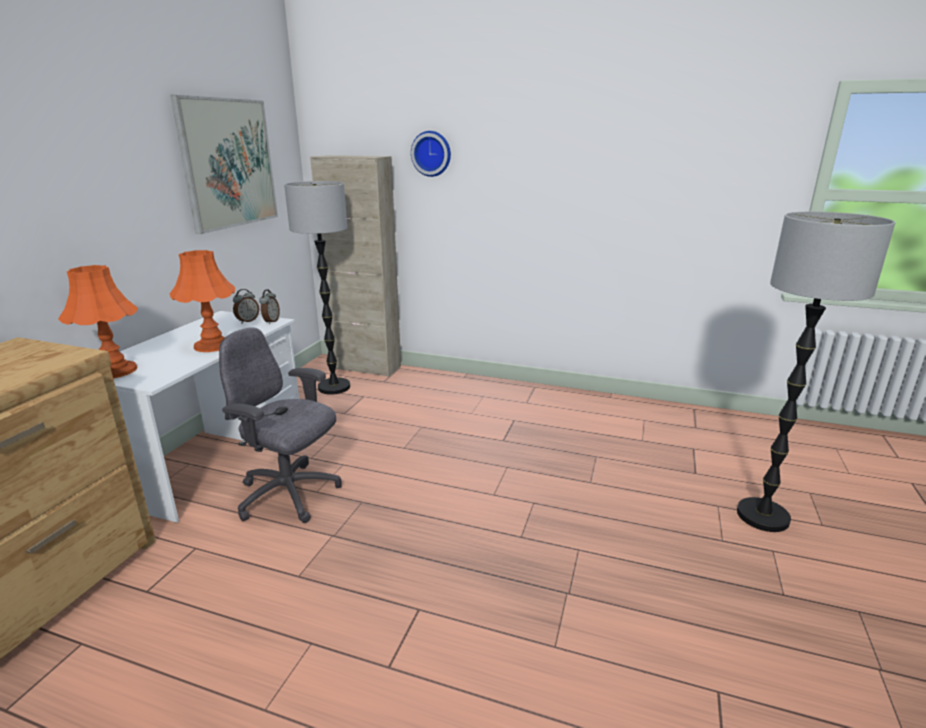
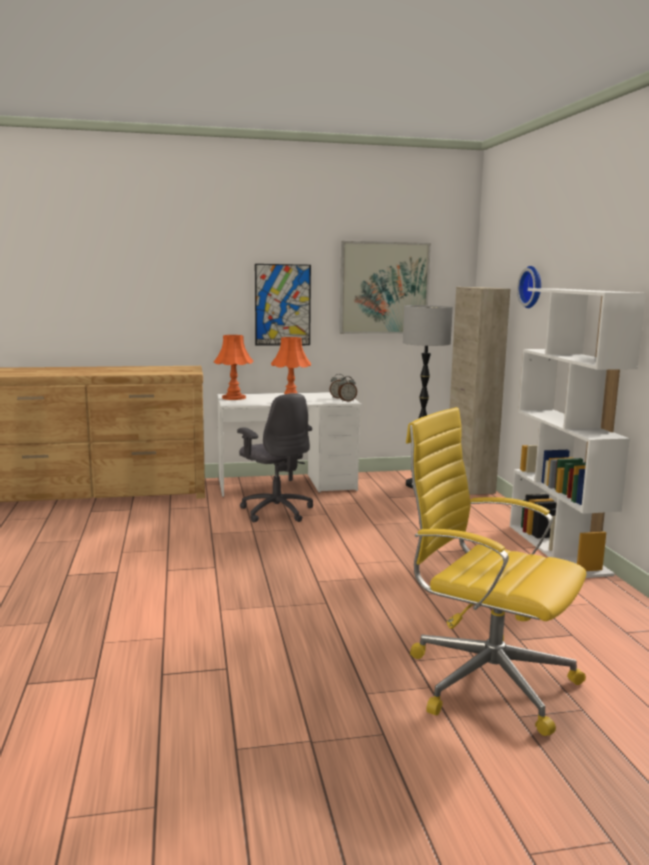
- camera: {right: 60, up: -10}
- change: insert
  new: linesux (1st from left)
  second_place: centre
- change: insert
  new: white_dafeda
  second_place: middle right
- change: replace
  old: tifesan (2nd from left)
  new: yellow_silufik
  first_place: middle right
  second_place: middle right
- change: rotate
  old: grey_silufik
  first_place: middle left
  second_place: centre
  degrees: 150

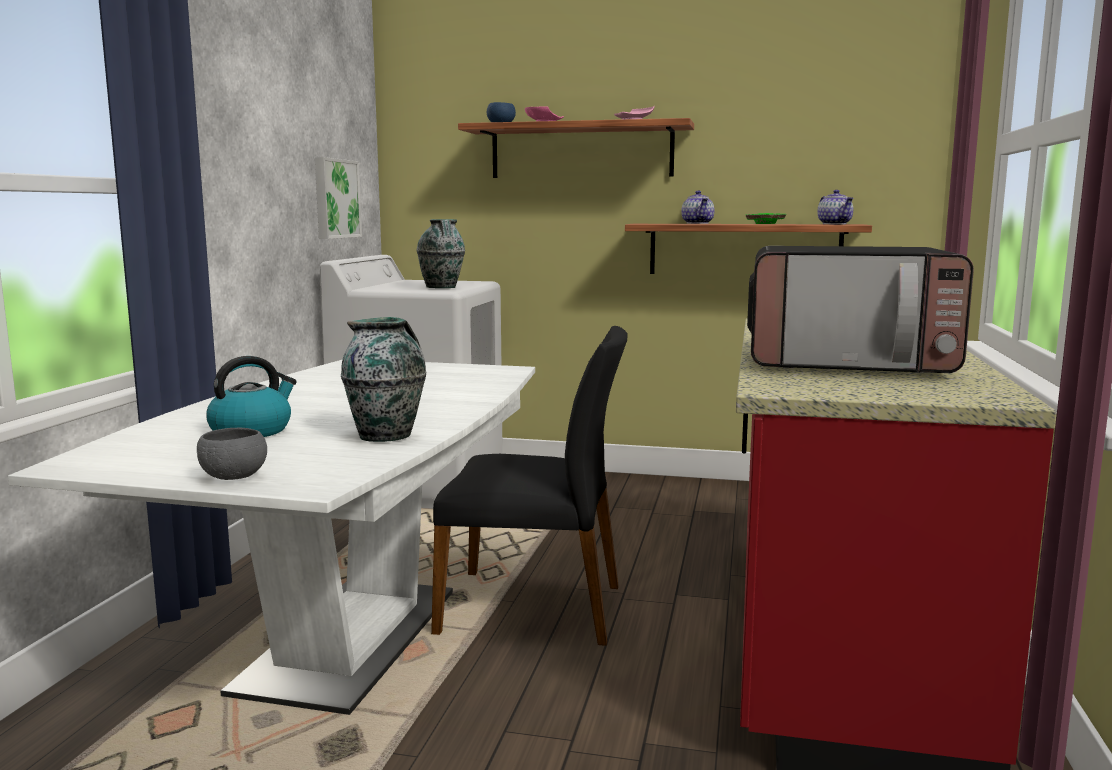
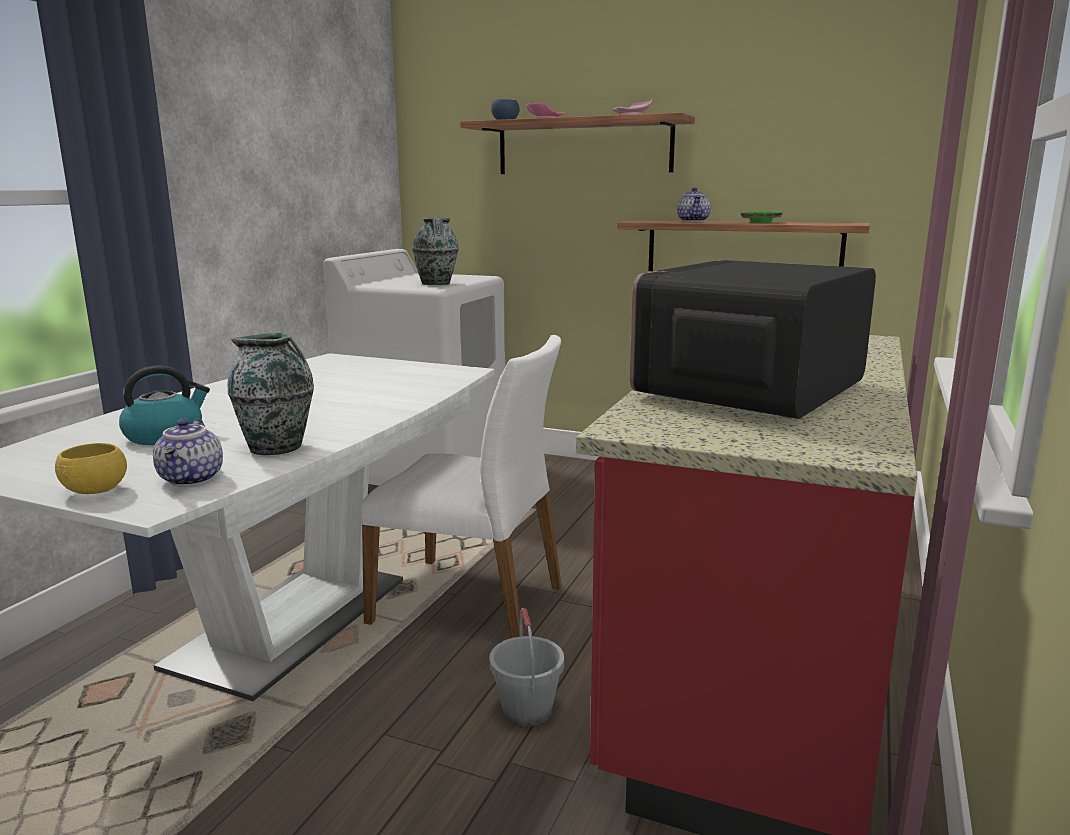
- camera: {right: 10, up: 5}
- change: delete
  old: linesux
  first_place: top left
- change: insert
  new: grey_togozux
  second_place: bottom centre
- change: move
  old: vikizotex (2nd from left in the first image)
  new: vikizotex (1st from left)
  first_place: top right
  second_place: middle left
- change: recolor
  old: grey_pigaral
  new: yellow_pigaral
  first_place: middle left
  second_place: middle left
- change: recolor
  old: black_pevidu
  new: white_pevidu
  first_place: centre
  second_place: centre
- change: rotate
  old: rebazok
  first_place: middle right
  second_place: middle right
  degrees: 105

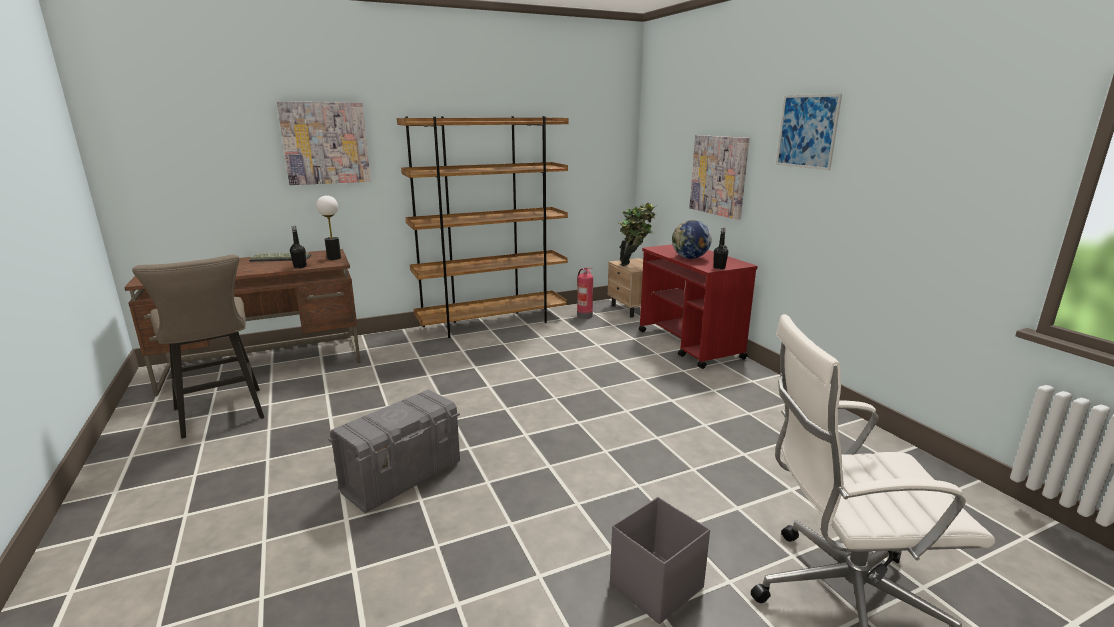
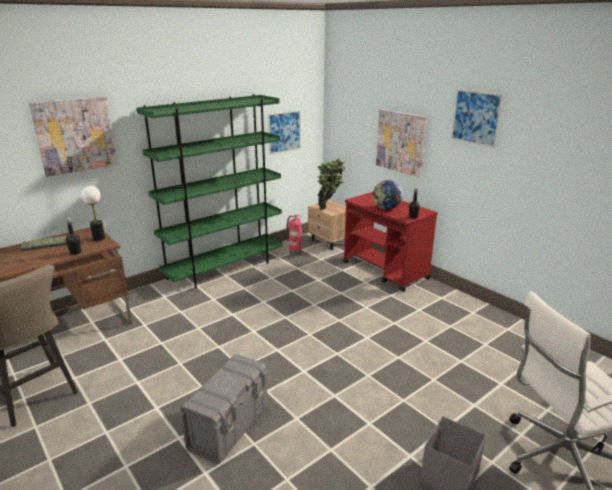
- camera: {right: -15, up: 5}
- change: insert
  new: linesux (2nd from left)
  second_place: top centre
- change: recolor
  old: brown_dafeda
  new: green_dafeda
  first_place: centre
  second_place: centre

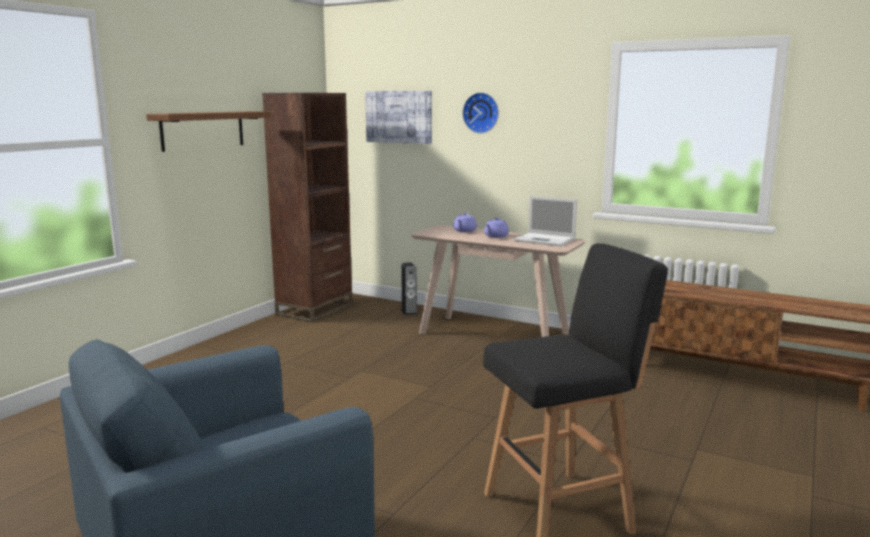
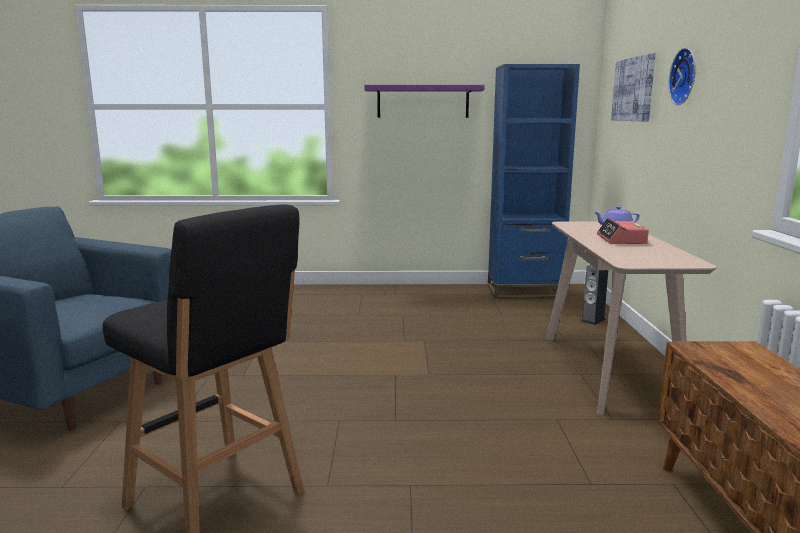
- camera: {right: 60, up: 0}
- change: delete
  old: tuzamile
  first_place: centre
- change: replace
  old: purple_vikizotex (2nd from left)
  new: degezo
  first_place: centre
  second_place: middle right
- change: recolor
  old: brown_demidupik
  new: purple_demidupik
  first_place: top left
  second_place: top centre
- change: recolor
  old: brown_dafeda
  new: blue_dafeda
  first_place: centre
  second_place: middle right

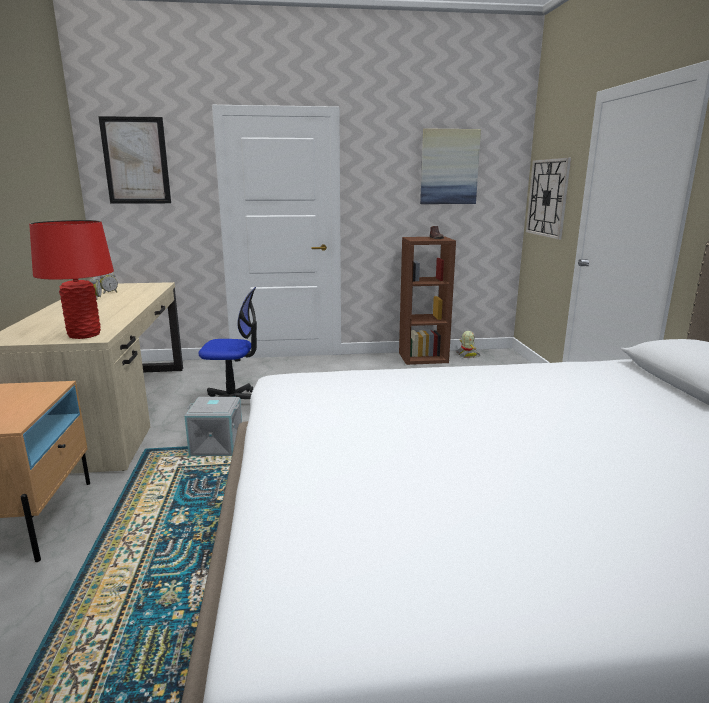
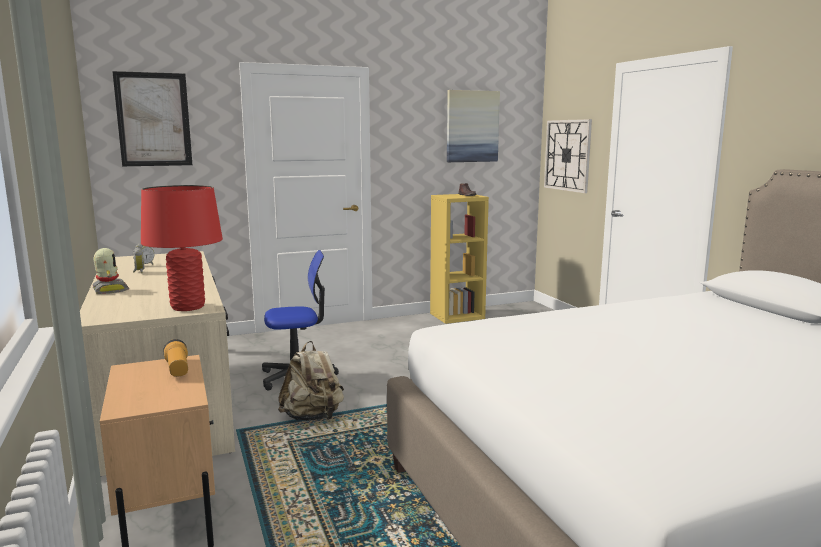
- camera: {right: -15, up: -5}
- change: insert
  new: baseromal
  second_place: middle left
- change: move
  old: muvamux
  first_place: centre
  second_place: middle left
- change: replace
  old: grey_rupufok
  new: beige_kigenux
  first_place: middle left
  second_place: bottom centre
- change: recolor
  old: brown_dafeda
  new: yellow_dafeda
  first_place: centre
  second_place: centre

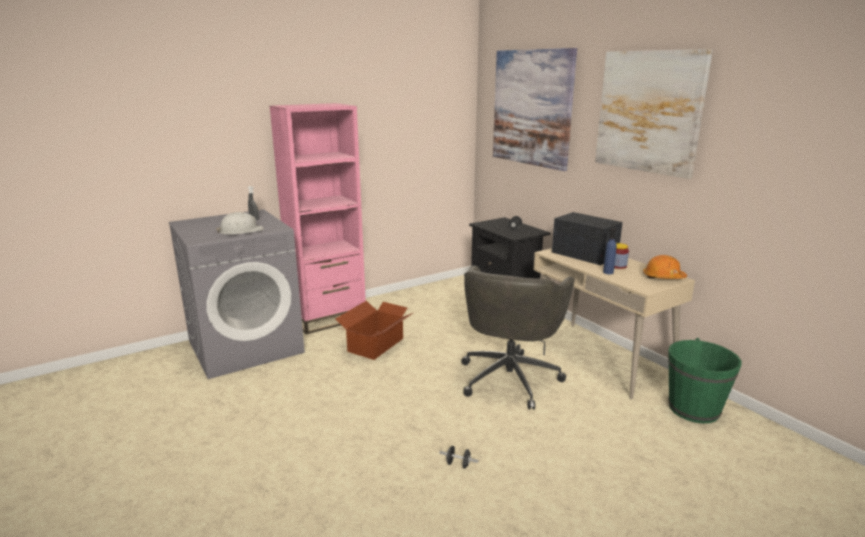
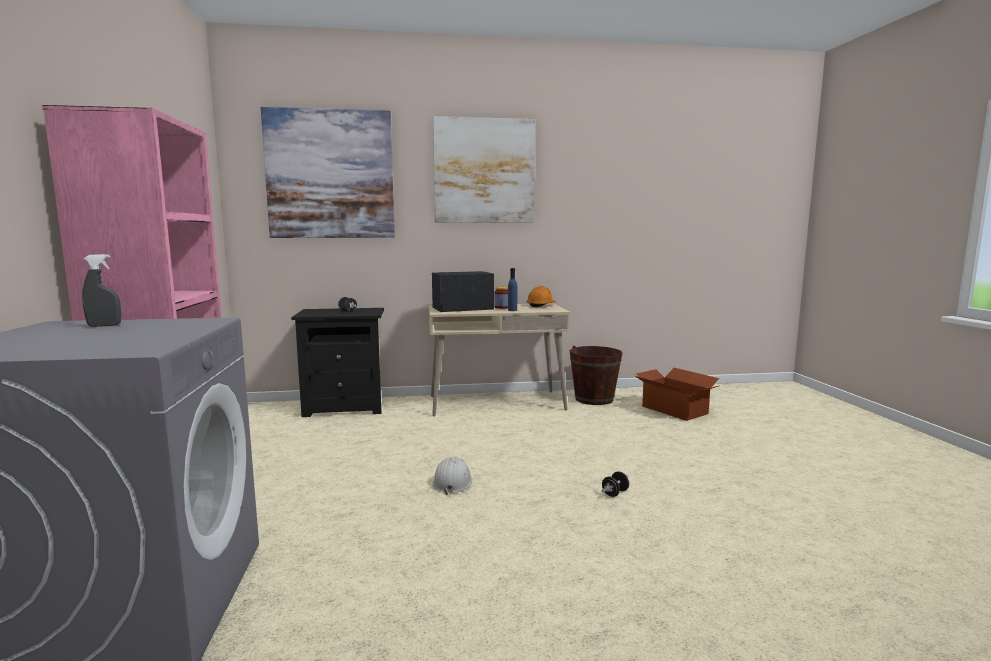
- camera: {right: -65, up: -10}
- change: delete
  old: grey_silufik
  first_place: centre
- change: move
  old: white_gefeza
  first_place: middle left
  second_place: bottom centre
- change: move
  old: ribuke
  first_place: centre
  second_place: middle right
- change: recolor
  old: green_togozux
  new: brown_togozux
  first_place: bottom right
  second_place: centre

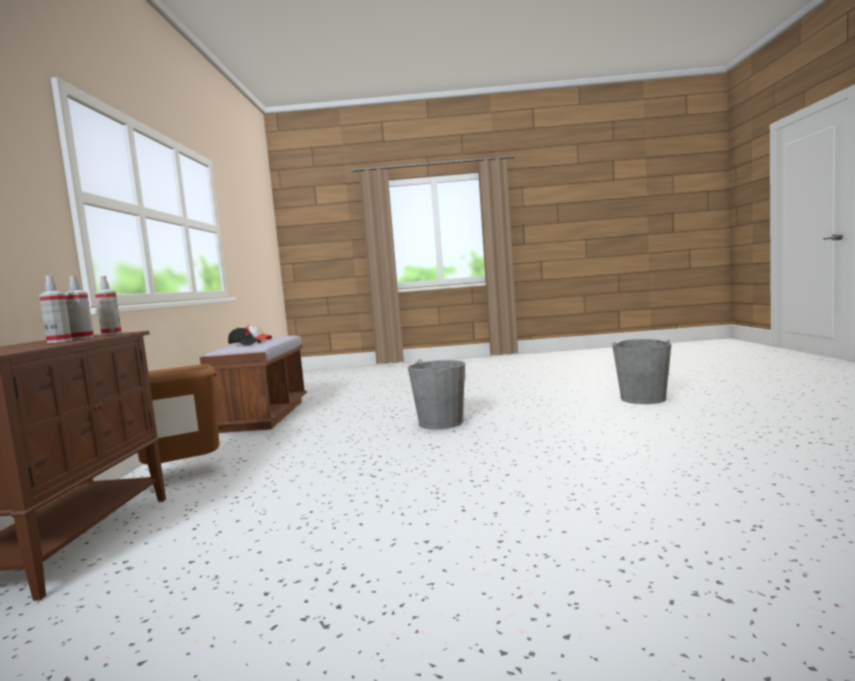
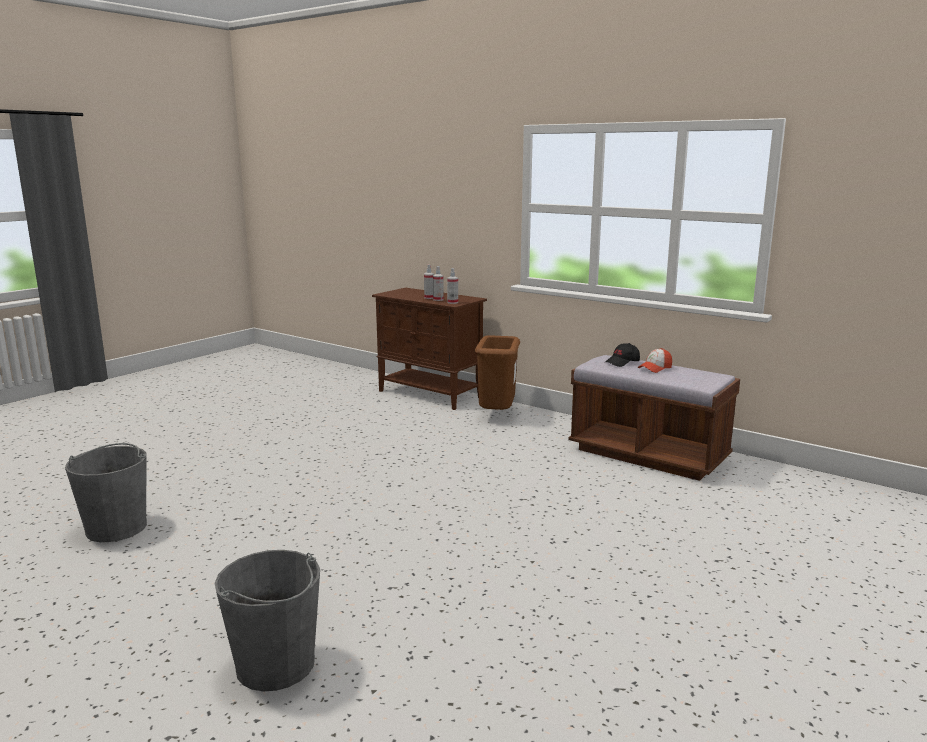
- camera: {right: 125, up: 10}
- change: move
  old: grey_togozux (1st from left)
  first_place: centre
  second_place: middle left

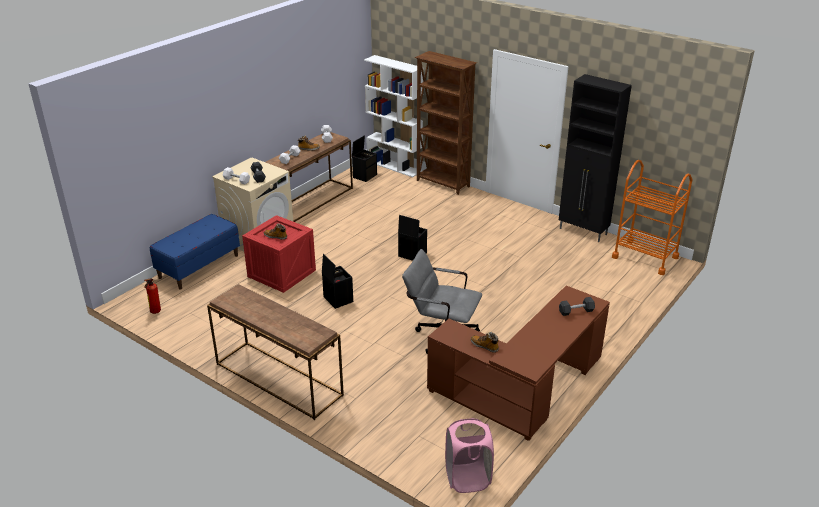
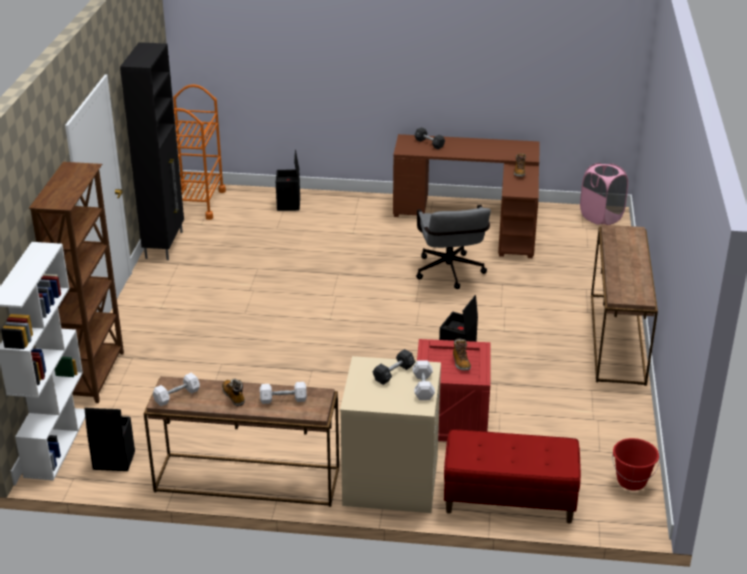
- camera: {right: -120, up: 0}
- change: move
  old: black_rupufok (3rd from left in the first image)
  new: black_rupufok (2nd from left)
  first_place: centre
  second_place: top centre
- change: replace
  old: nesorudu
  new: red_togozux
  first_place: middle left
  second_place: bottom right
- change: recolor
  old: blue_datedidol
  new: red_datedidol
  first_place: middle left
  second_place: bottom right

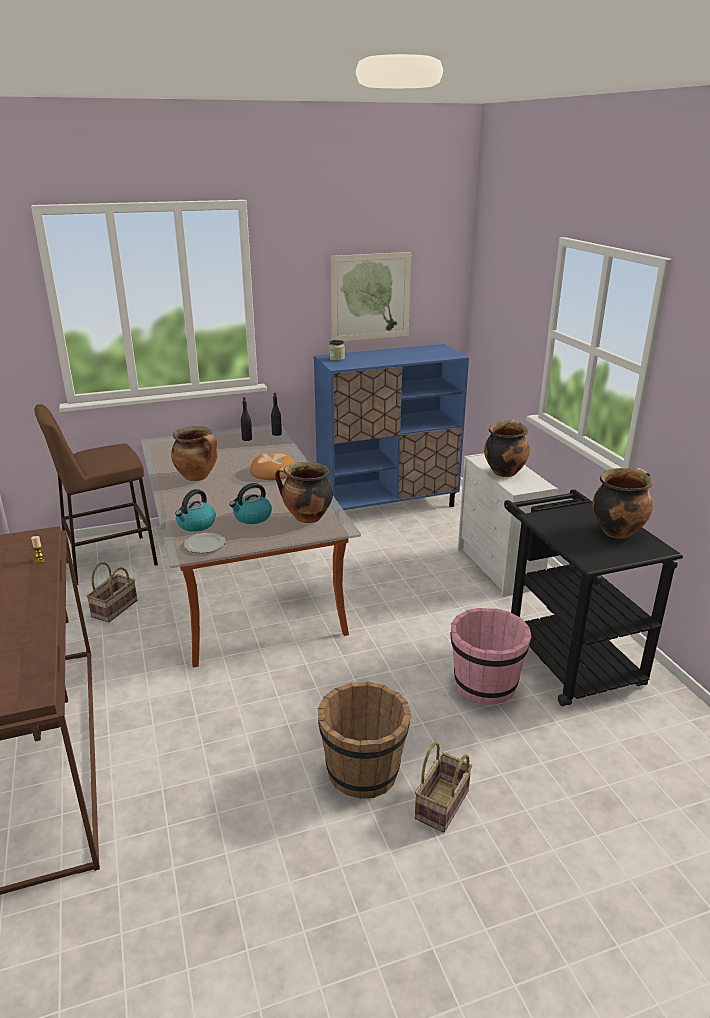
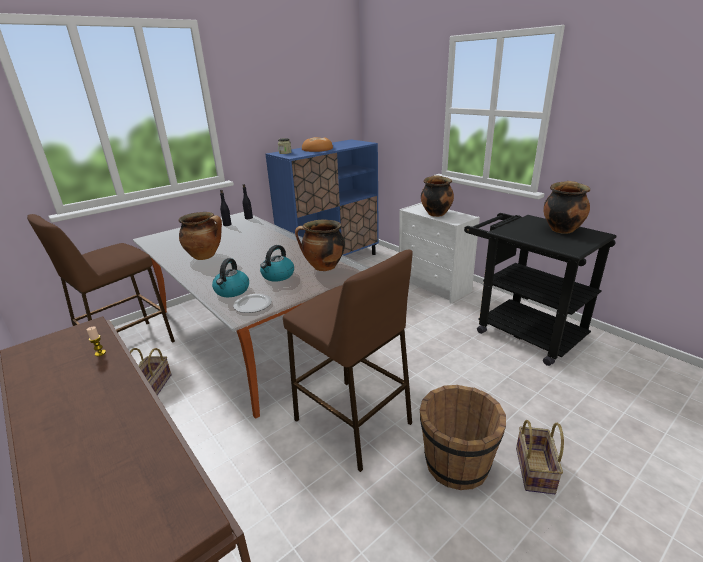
- camera: {right: -20, up: 0}
- change: delete
  old: linesux
  first_place: top centre
- change: delete
  old: pink_togozux
  first_place: middle right
- change: insert
  new: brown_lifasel (2nd from left)
  second_place: centre
- change: move
  old: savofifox
  first_place: centre
  second_place: top centre

